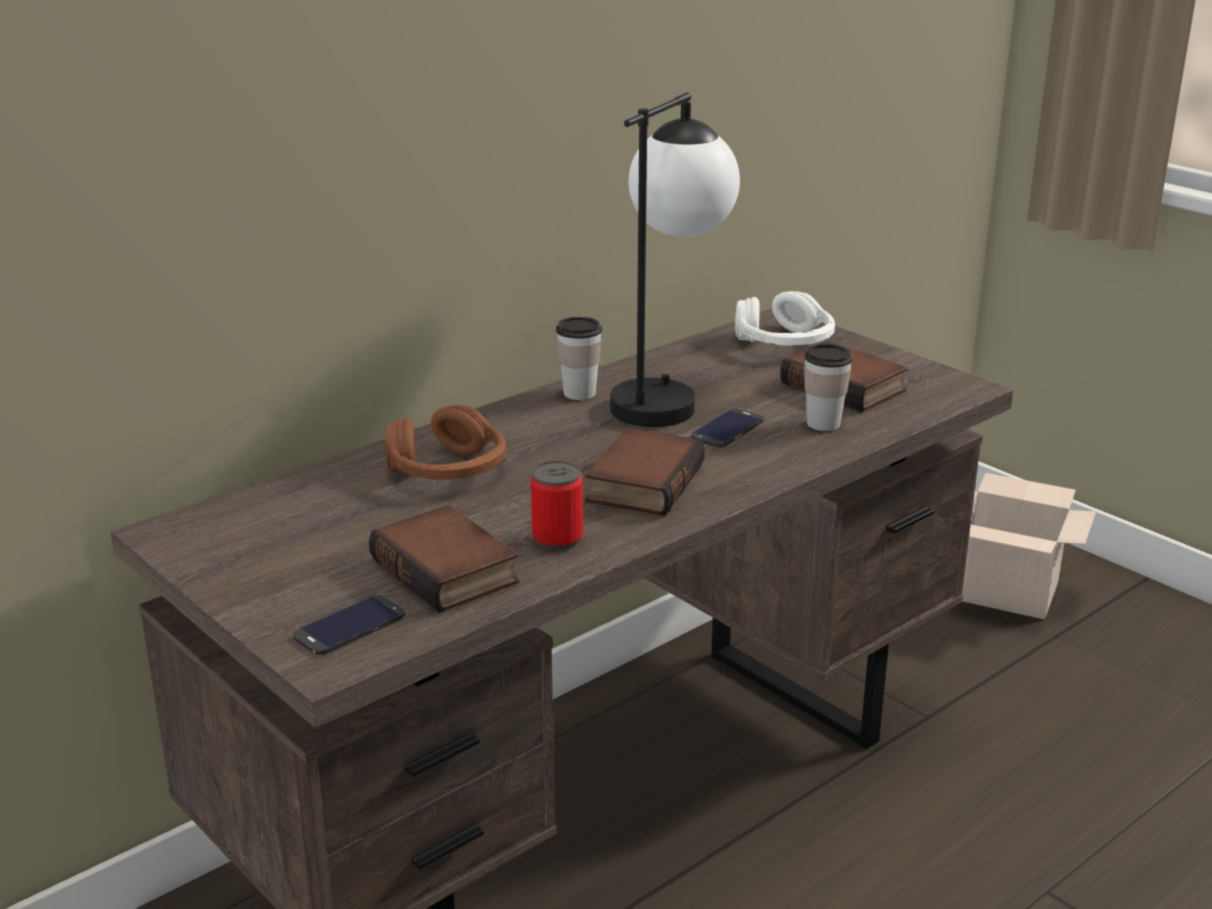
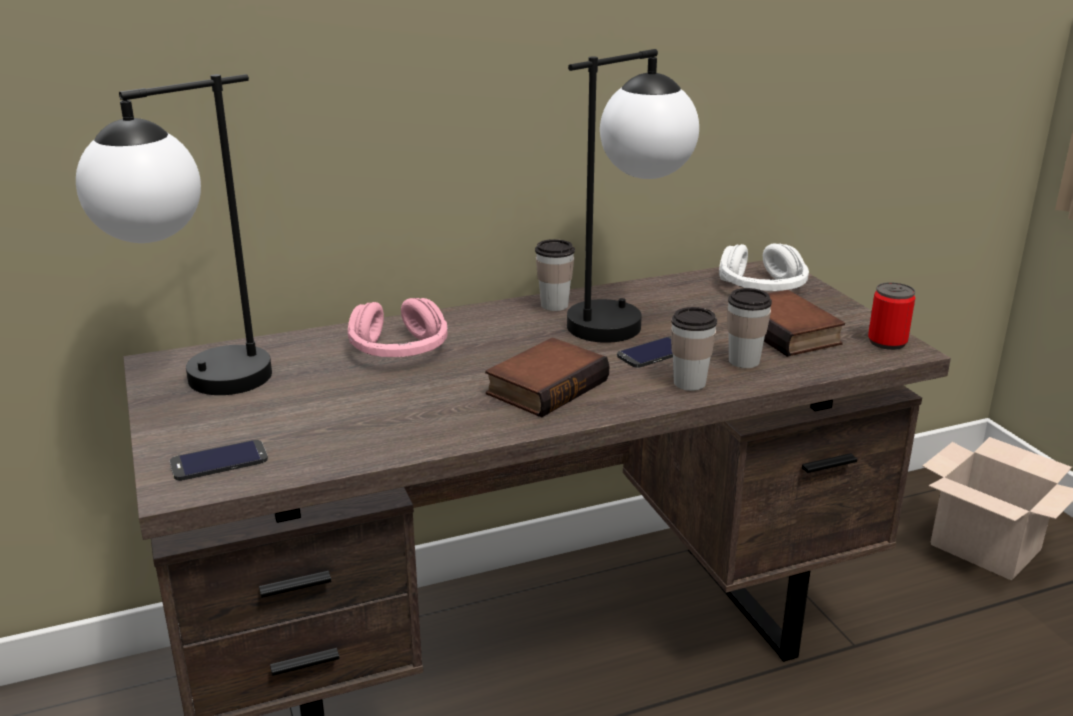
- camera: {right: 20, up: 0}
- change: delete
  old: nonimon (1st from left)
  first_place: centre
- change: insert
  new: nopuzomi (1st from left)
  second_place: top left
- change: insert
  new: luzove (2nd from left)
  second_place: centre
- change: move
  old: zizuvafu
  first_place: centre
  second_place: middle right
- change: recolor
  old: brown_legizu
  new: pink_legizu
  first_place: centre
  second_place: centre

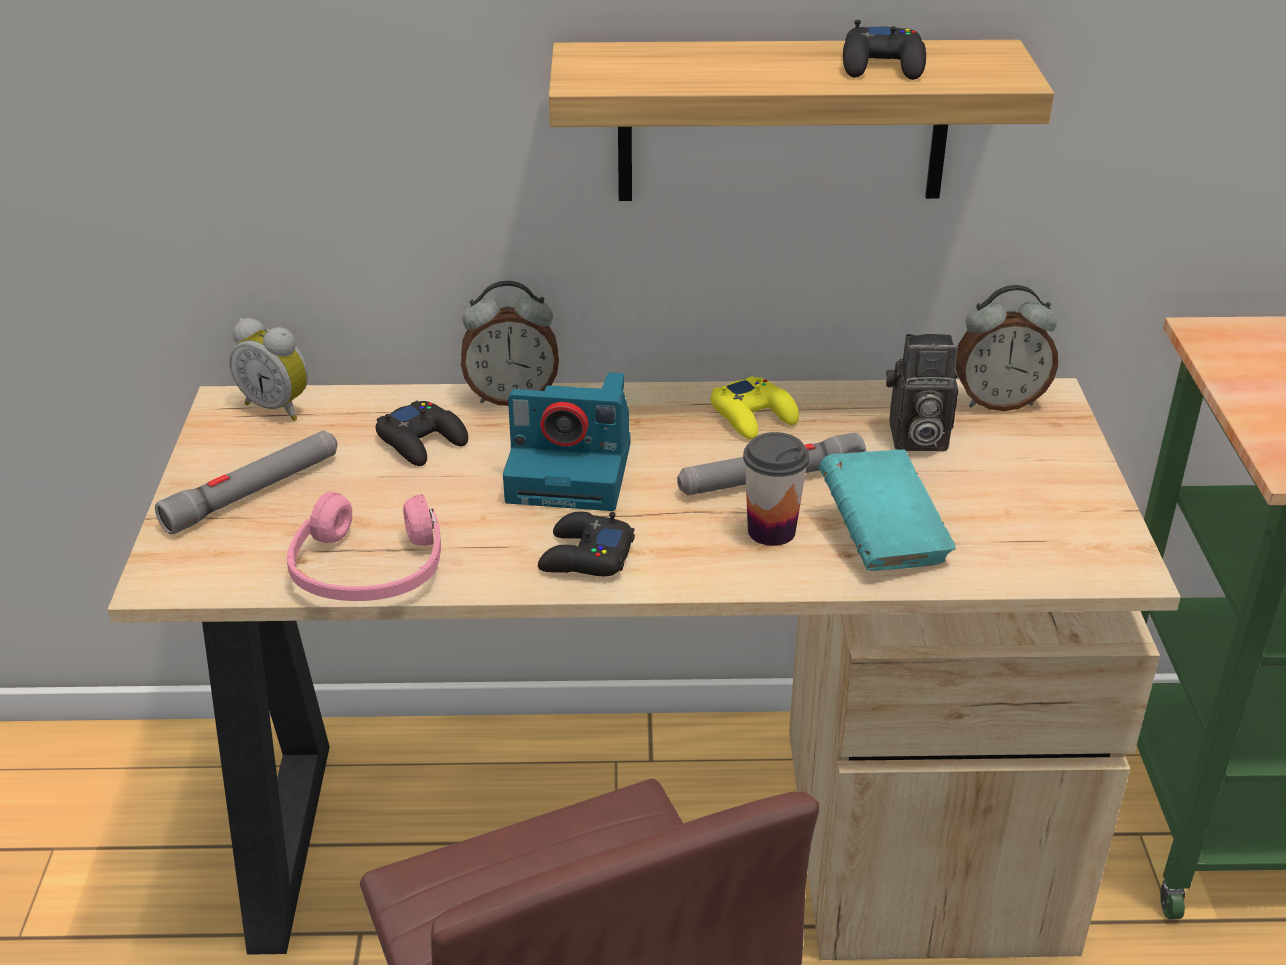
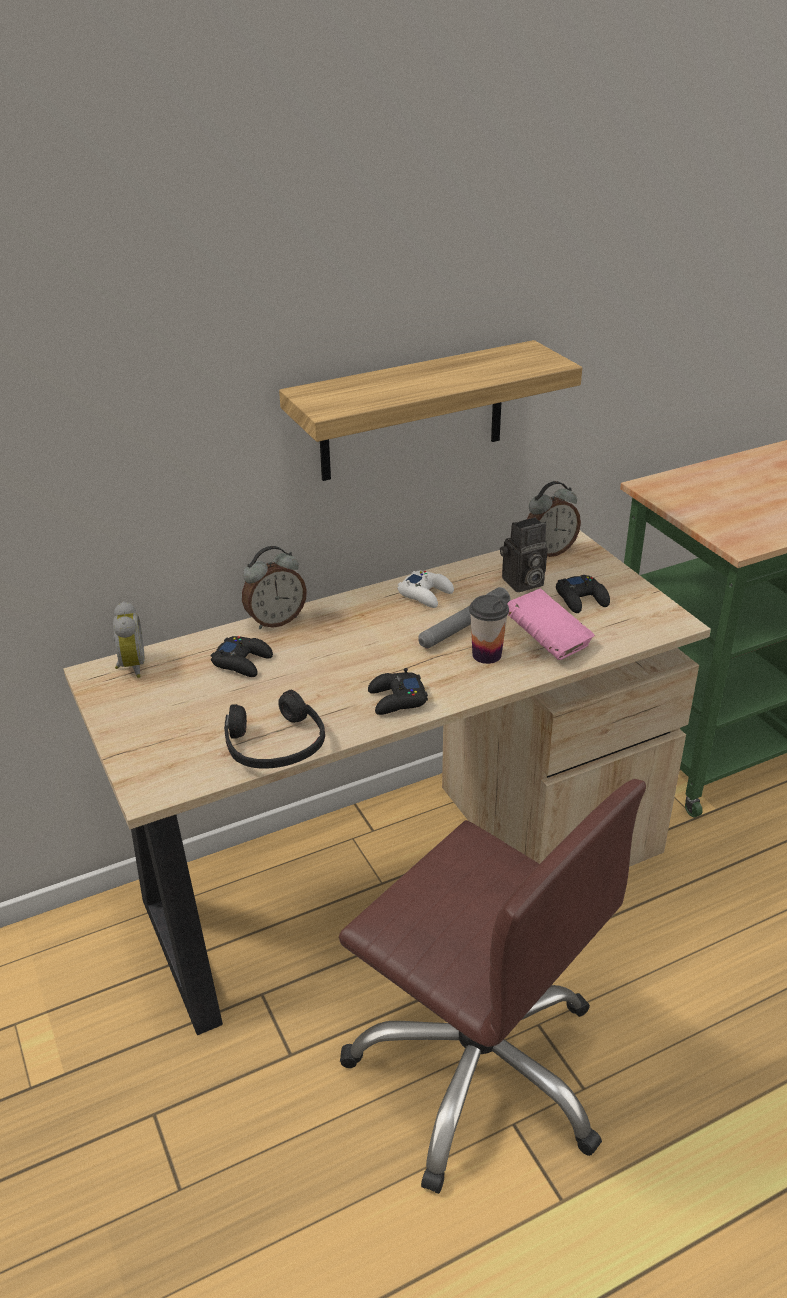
- camera: {right: -25, up: 0}
- change: delete
  old: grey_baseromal (1st from left)
  first_place: middle left
- change: delete
  old: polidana (1st from left)
  first_place: centre
- change: move
  old: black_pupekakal (3rd from left)
  first_place: top right
  second_place: middle right
- change: recolor
  old: pink_legizu
  new: black_legizu
  first_place: middle left
  second_place: centre
- change: recolor
  old: yellow_pupekakal
  new: white_pupekakal
  first_place: centre
  second_place: centre
- change: recolor
  old: turquoise_nonimon
  new: pink_nonimon
  first_place: middle right
  second_place: middle right
- change: rotate
  old: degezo (1st from left)
  first_place: middle left
  second_place: middle left
  degrees: -105

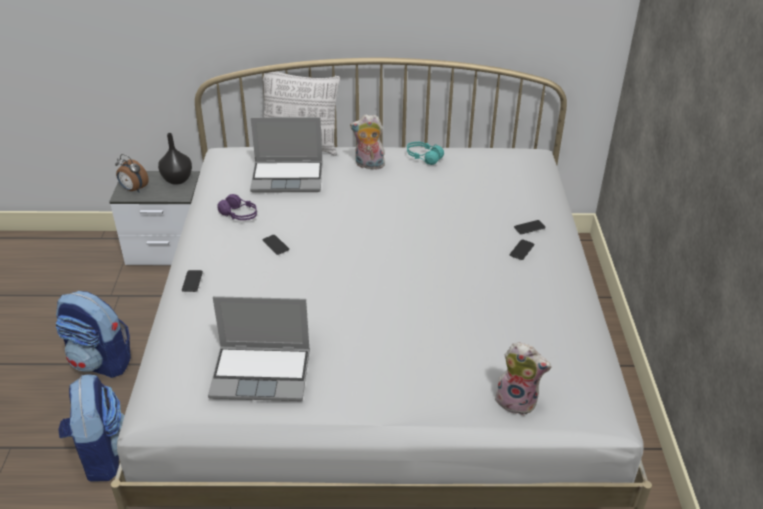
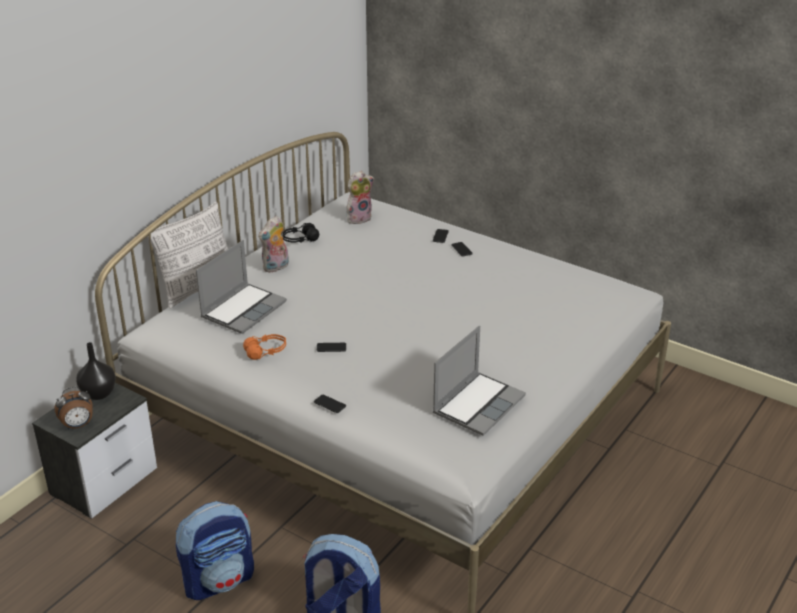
- camera: {right: -55, up: -5}
- change: move
  old: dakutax (2nd from left)
  first_place: bottom right
  second_place: top centre
- change: recolor
  old: purple_legizu
  new: orange_legizu
  first_place: middle left
  second_place: middle left
- change: recolor
  old: turquoise_legizu
  new: black_legizu
  first_place: top centre
  second_place: centre

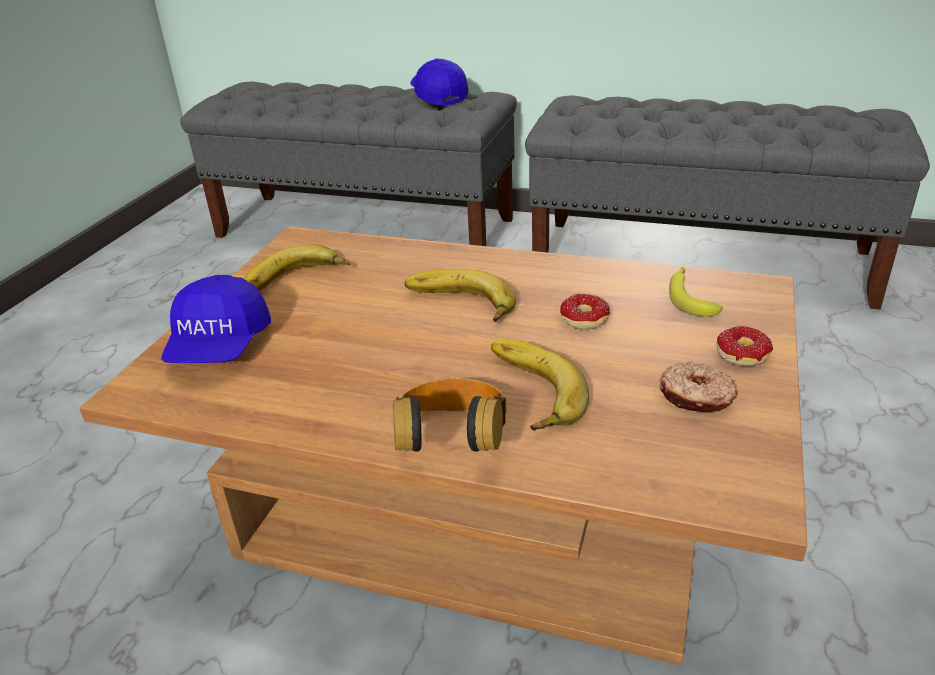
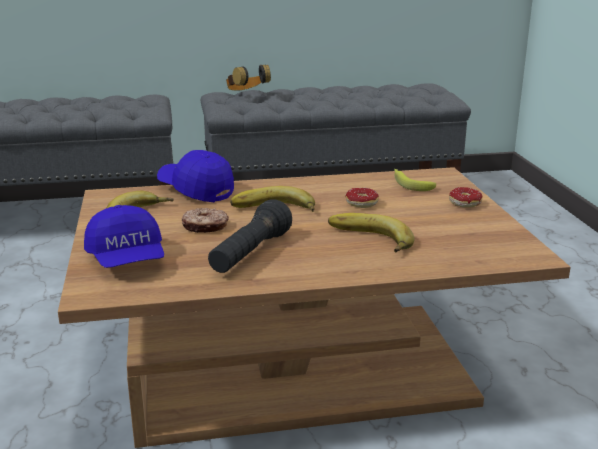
- camera: {right: -30, up: -10}
- change: insert
  new: black_baseromal
  second_place: centre
- change: move
  old: legizu
  first_place: centre
  second_place: top centre
- change: move
  old: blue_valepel (2nd from left)
  first_place: top centre
  second_place: middle left
- change: move
  old: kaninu (2nd from left in the first image)
  new: kaninu (1st from left)
  first_place: middle right
  second_place: centre

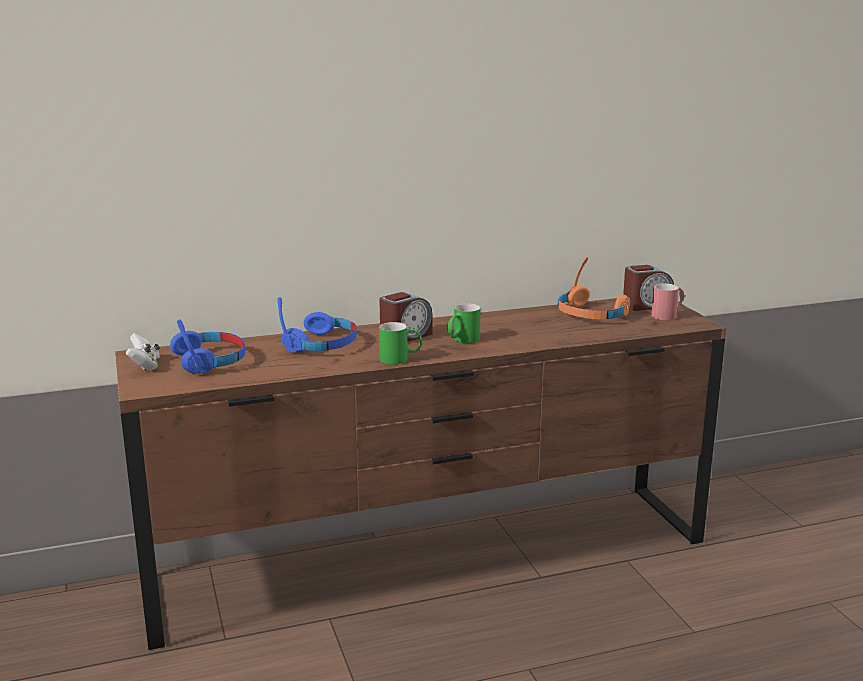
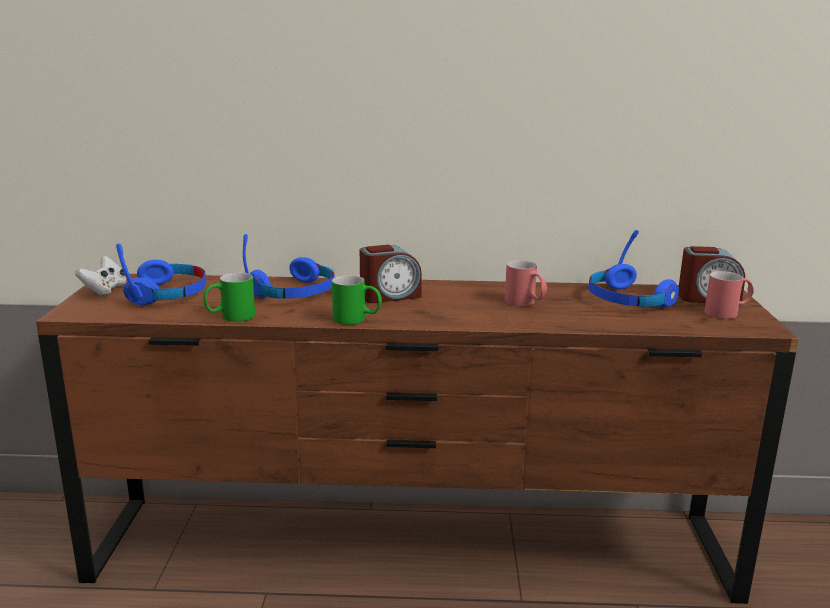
- camera: {right: 20, up: 0}
- change: insert
  new: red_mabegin (1st from left)
  second_place: centre
- change: move
  old: green_mabegin (2nd from left in the first image)
  new: green_mabegin (1st from left)
  first_place: centre
  second_place: middle left
- change: recolor
  old: orange_legizu
  new: blue_legizu (3rd from left)
  first_place: middle right
  second_place: middle right

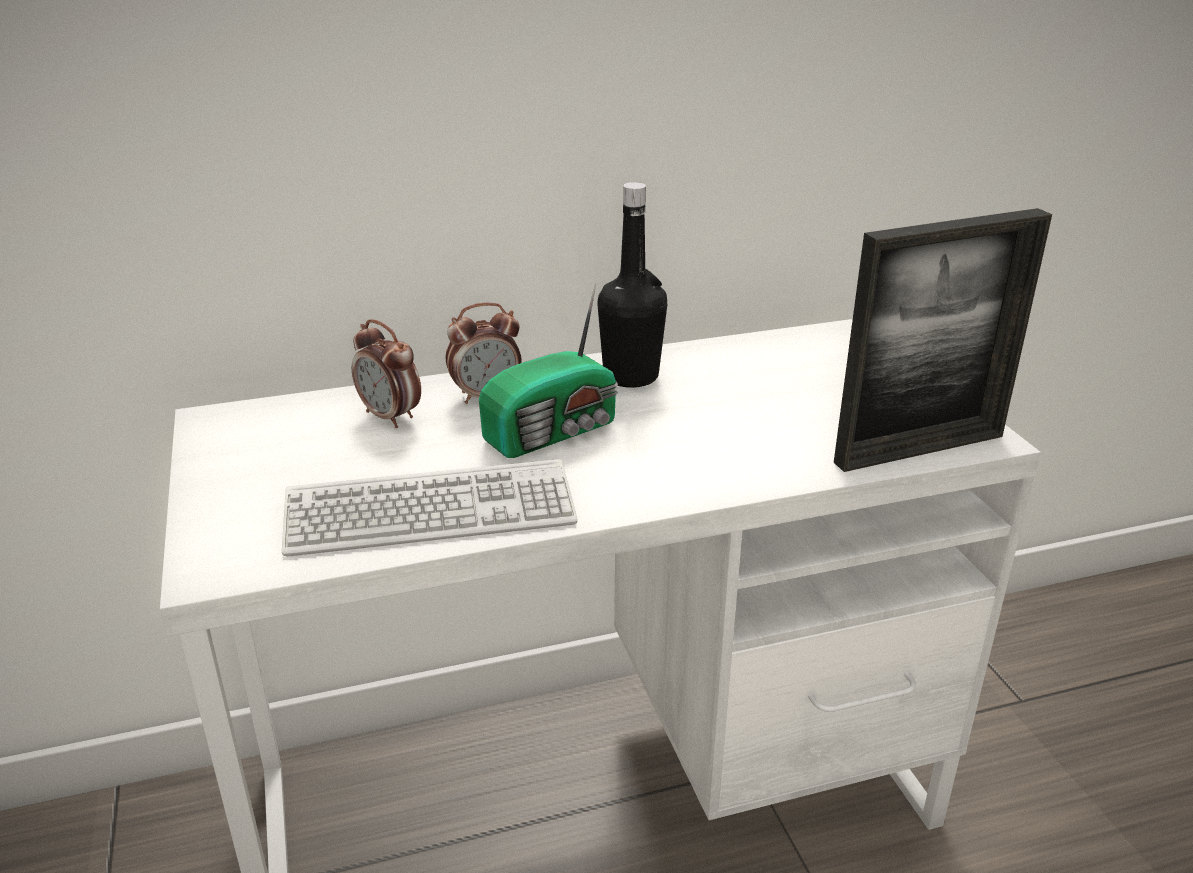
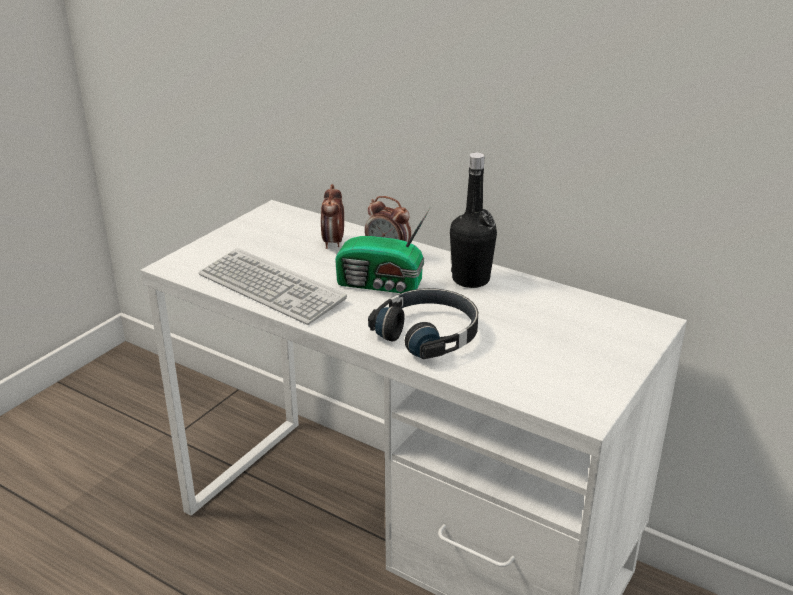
- camera: {right: 50, up: 0}
- change: delete
  old: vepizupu
  first_place: middle right
- change: insert
  new: black_legizu
  second_place: centre

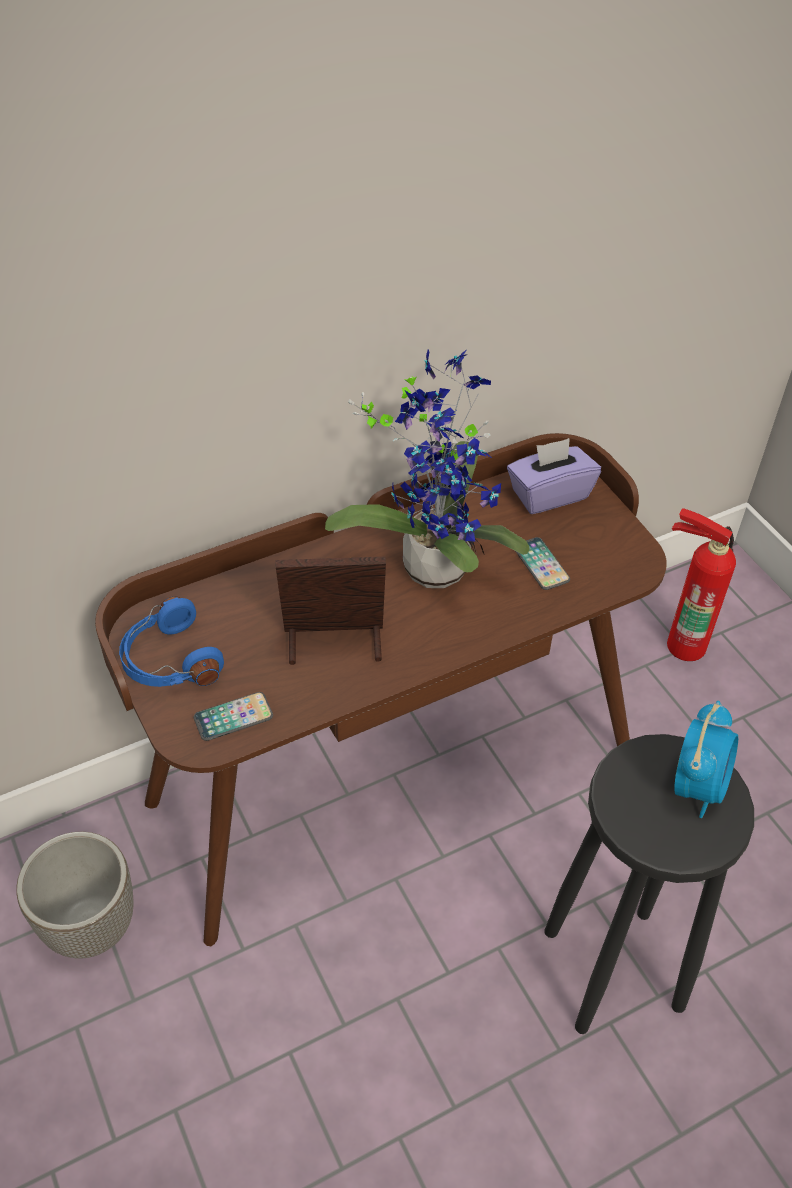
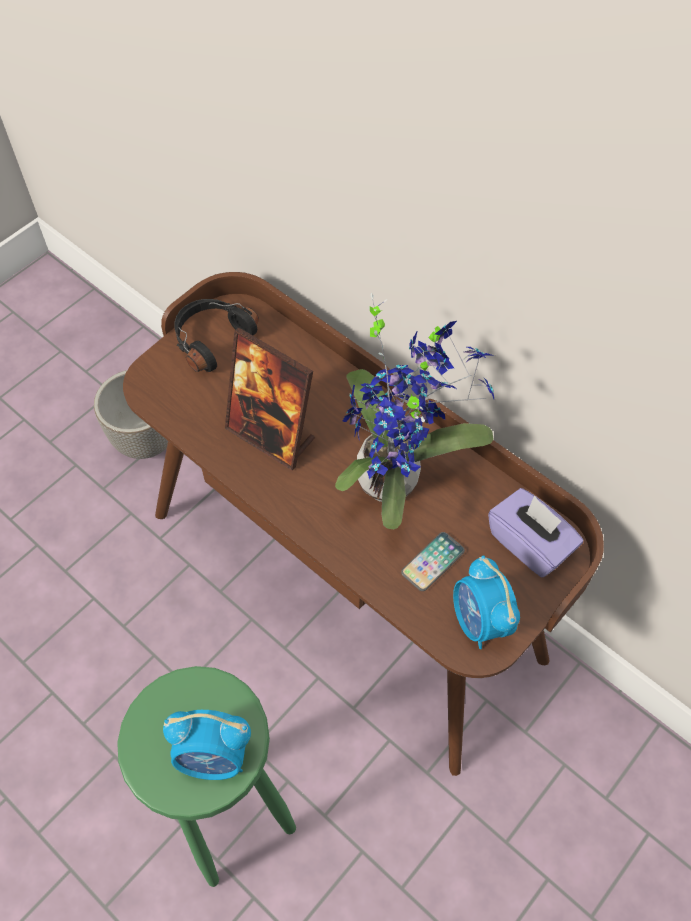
- camera: {right: 70, up: 10}
- change: delete
  old: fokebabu (1st from left)
  first_place: middle left
- change: delete
  old: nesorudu
  first_place: middle right
- change: insert
  new: degezo (2nd from left)
  second_place: middle right
- change: recolor
  old: blue_legizu
  new: black_legizu
  first_place: middle left
  second_place: middle left
- change: recolor
  old: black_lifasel
  new: green_lifasel
  first_place: bottom right
  second_place: bottom left
- change: rotate
  old: vepizupu
  first_place: centre
  second_place: centre
  degrees: 150

